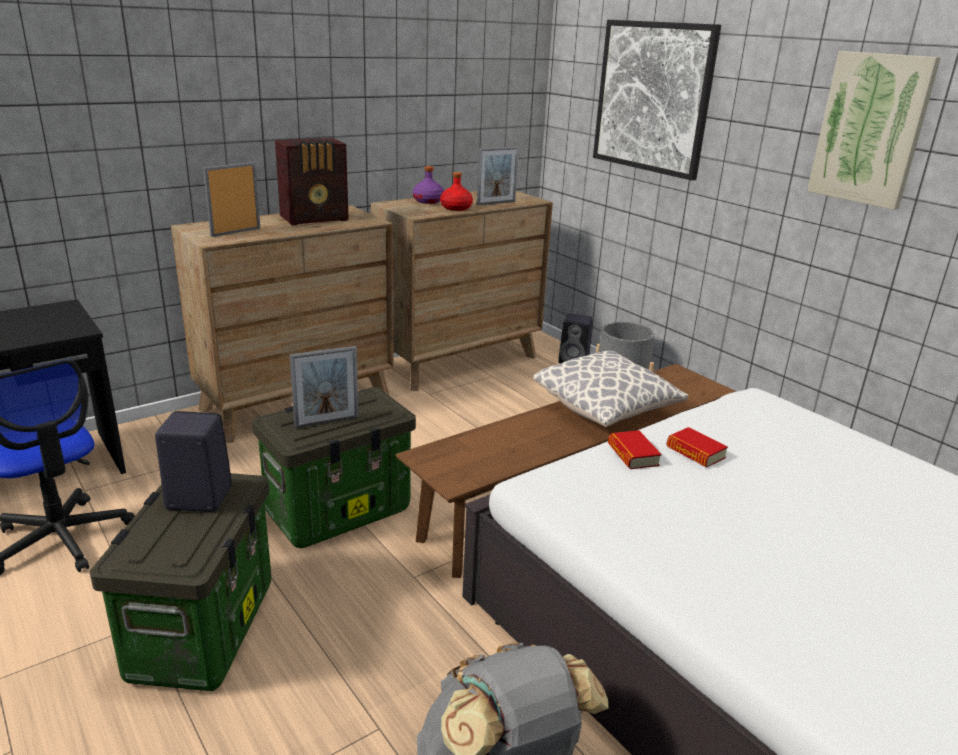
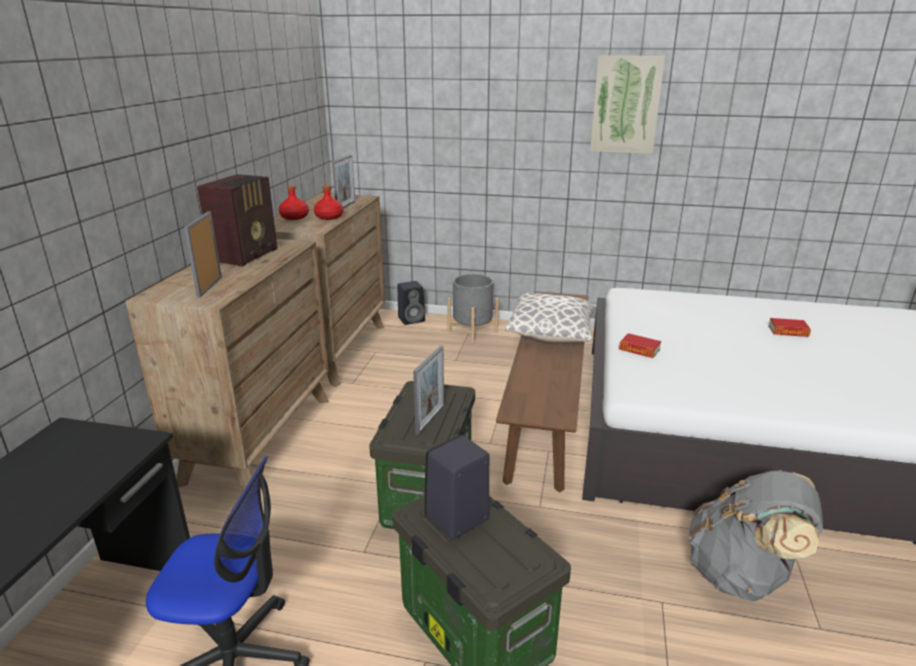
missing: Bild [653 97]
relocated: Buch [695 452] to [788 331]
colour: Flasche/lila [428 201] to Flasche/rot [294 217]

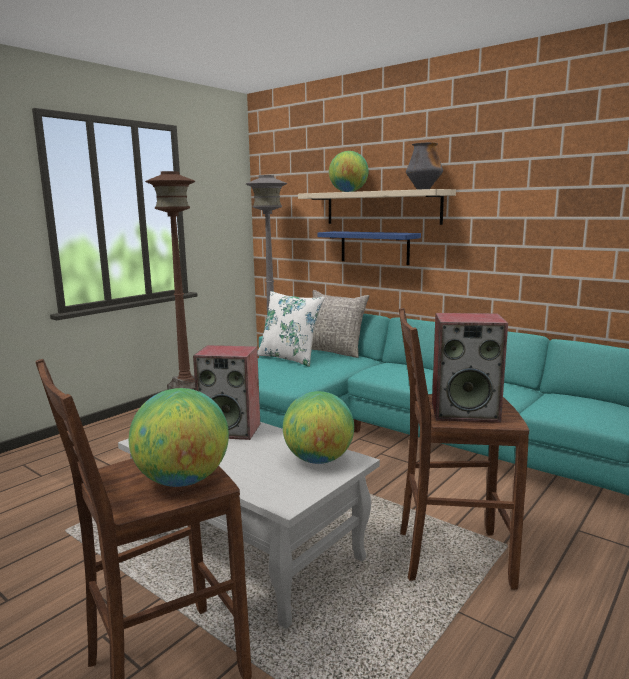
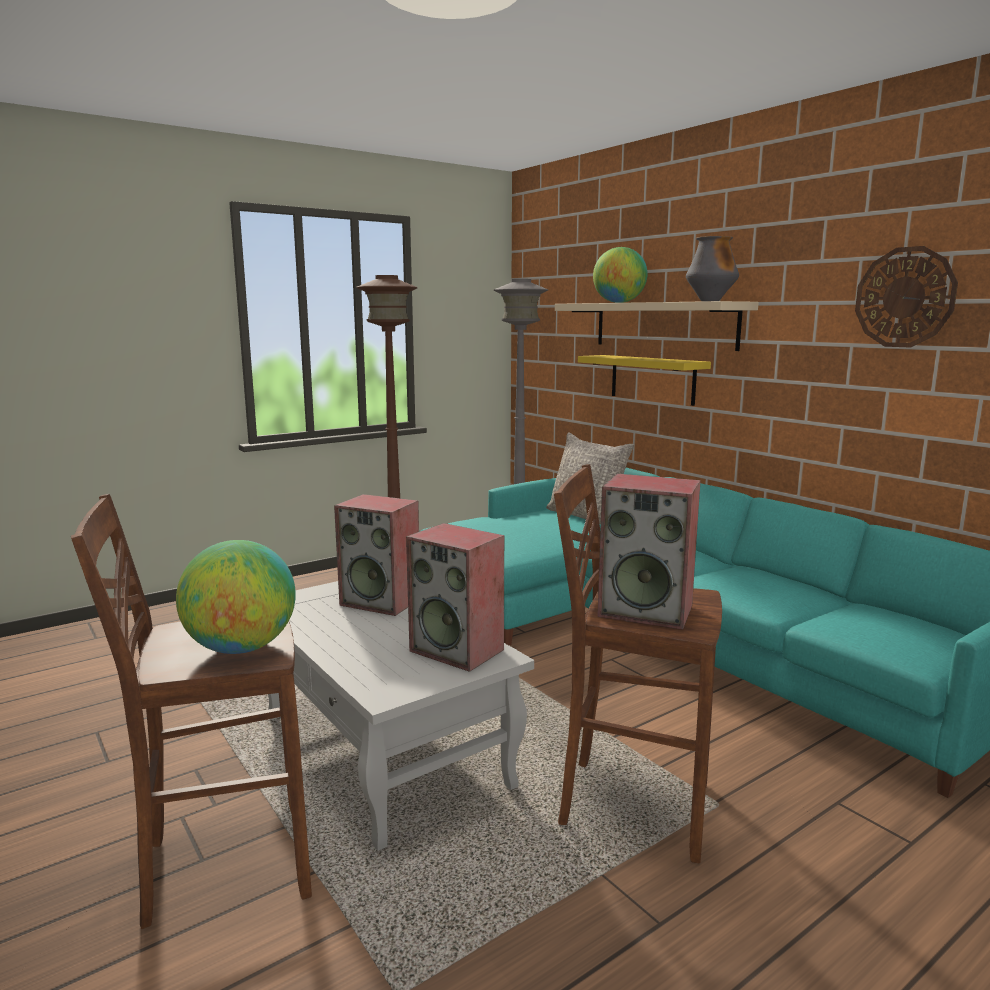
missing: Kissen/weiß [290 358]
appeared: Wanduhr [904 297]
exchanged: Globus [319 460] to Lautsprecher [458 650]
colour: Wandregal/blau [374 247] to Wandregal/gelb [652 379]

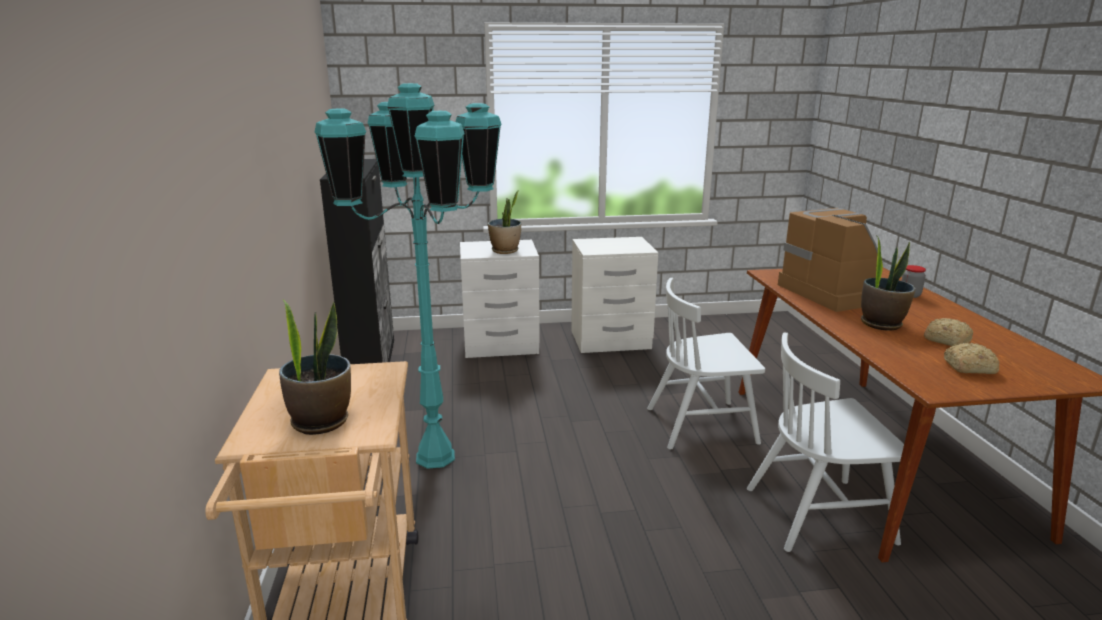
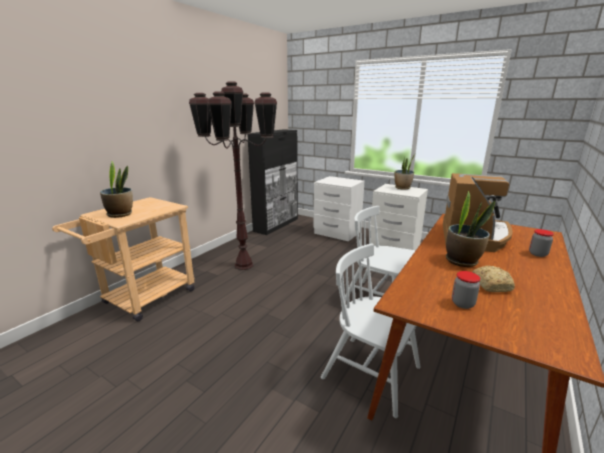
relocated: Topfpflanze [505 251] to [402 188]
exchanged: Brot [967 367] to Vorratsglas [462 304]
colour: Stehlampe/türkis [434 457] to Stehlampe/braun [243 265]

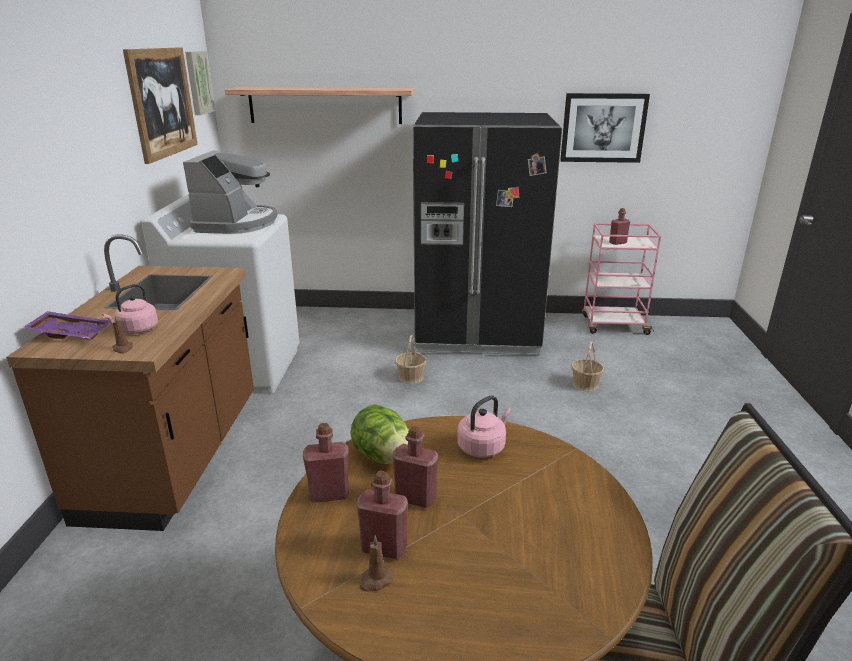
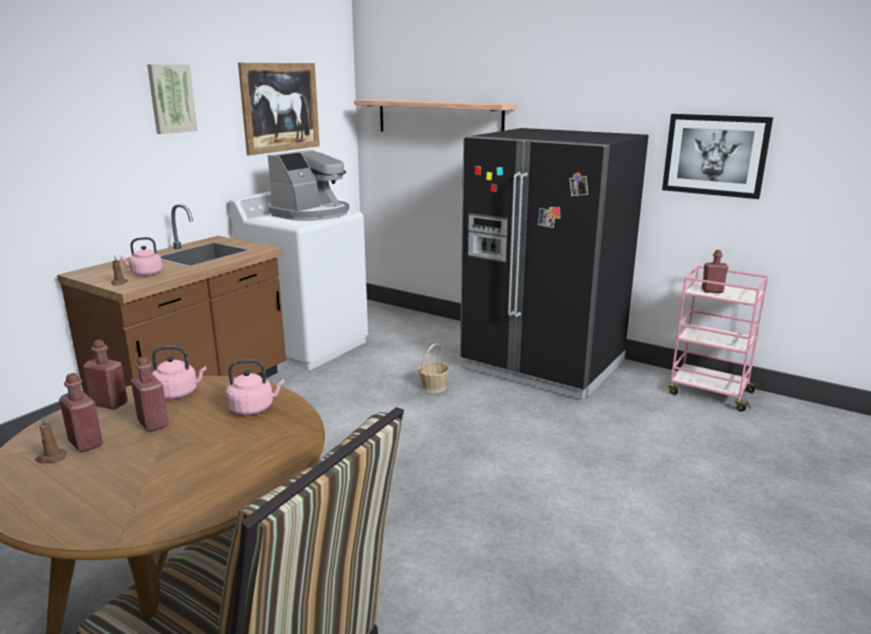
missing: Tablett/lila [71 333]; Korb [585 384]
relocated: Bild [198 82] to [171 98]
exchanged: Salatkopf [383 457] to Wasserkessel/rosa [178 393]

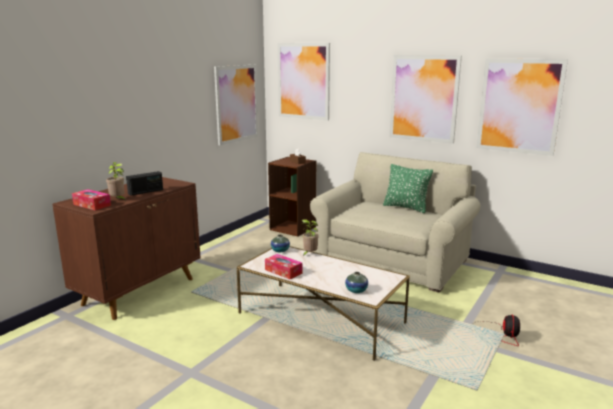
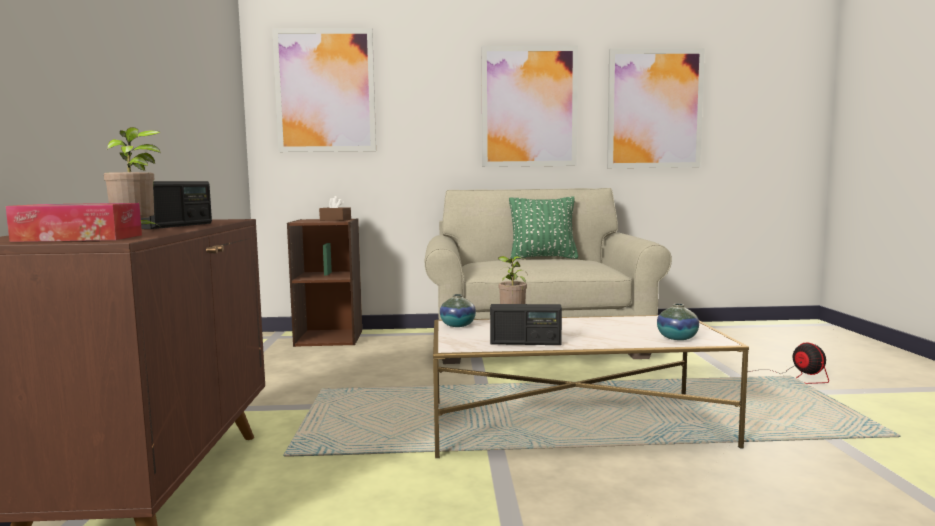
missing: Bild [236 103]
exchanged: Taschentuchbox [283 271] to Radio [525 343]

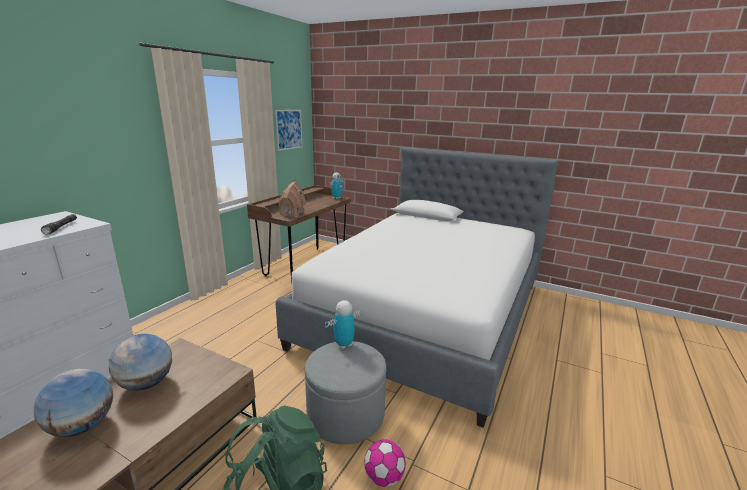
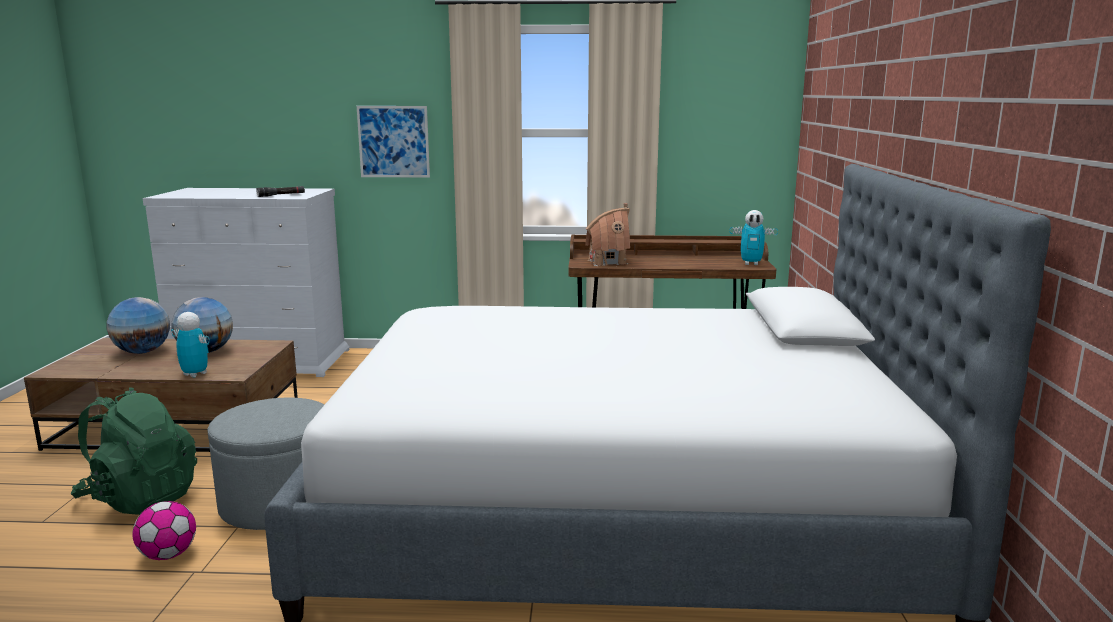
relocated: Bild [289 129] to [393 141]; Spielzeugroboter [344 344] to [195 374]

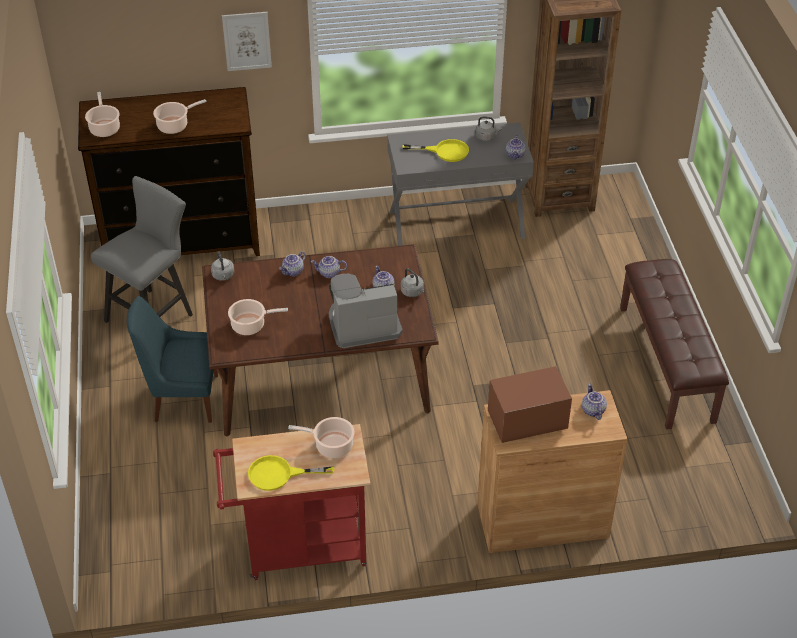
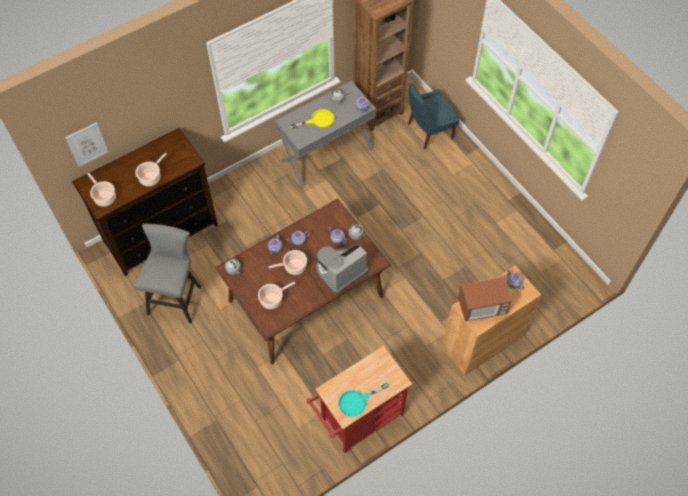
missing: Bank/braun [667 363]
relocated: Stuhl/blau [183 398] to [428 131]; Bild [247 41] to [87 144]; Kochtopf [331 446] to [293 267]
colour: Pfanne/gelb [279 474] to Pfanne/türkis [357 401]
spun: Mikrowelle [527 422] = [482 307] 150 degrees counterclockwise

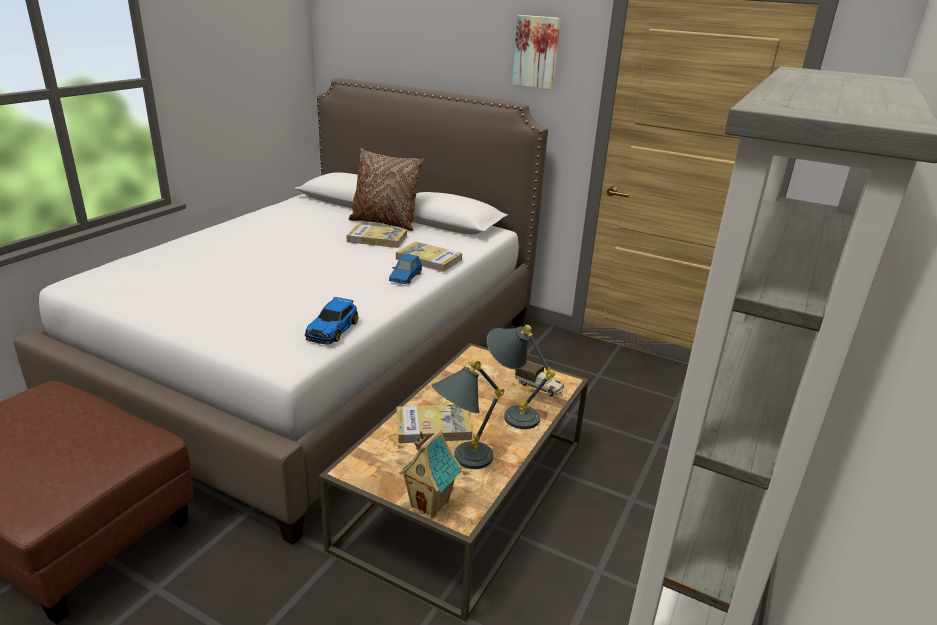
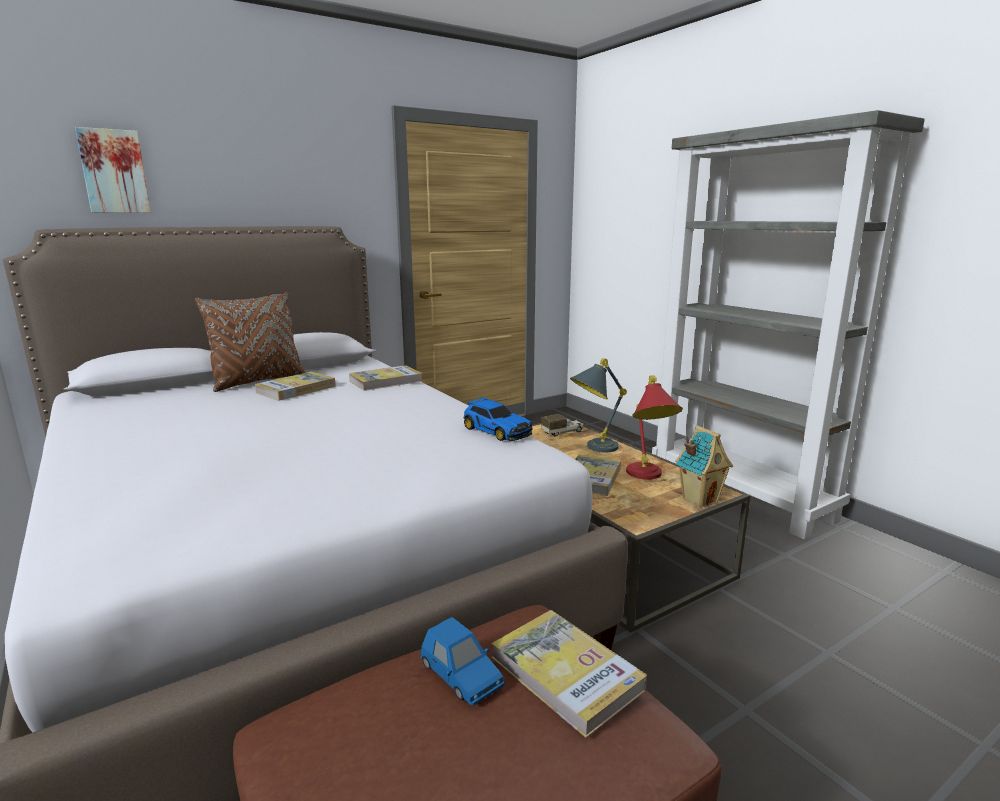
appeared: Buch [566 673]
relocated: Spielzeugauto/blau [405 278] to [460 675]; Bild [537 52] to [114 172]
colour: Tischlampe/grau [461 461] to Tischlampe/rot [648 478]

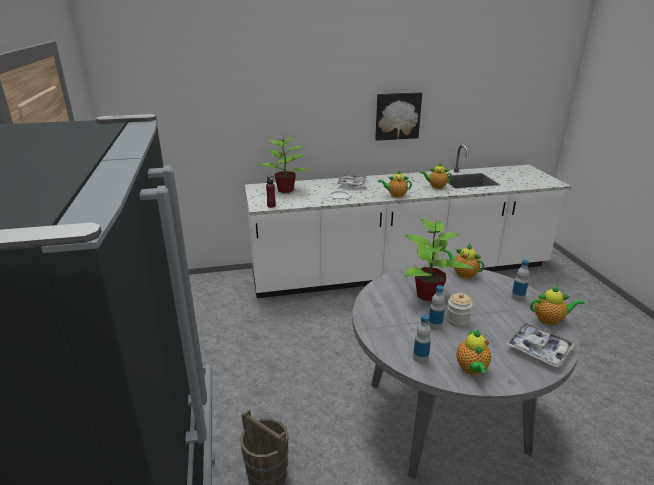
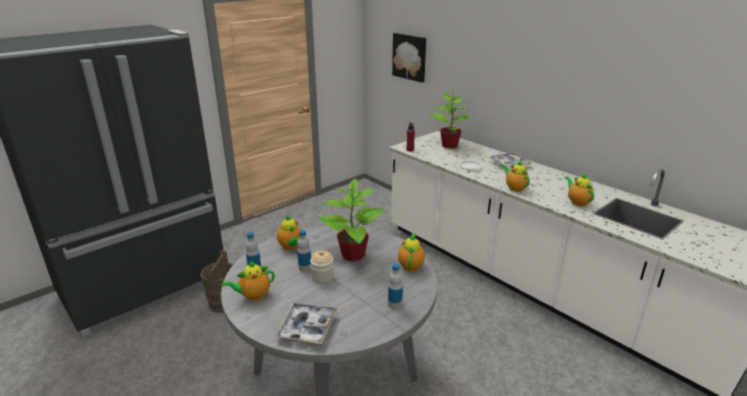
relocated: Bild [397 116] to [410 57]; Teekanne [550 320] to [291 247]

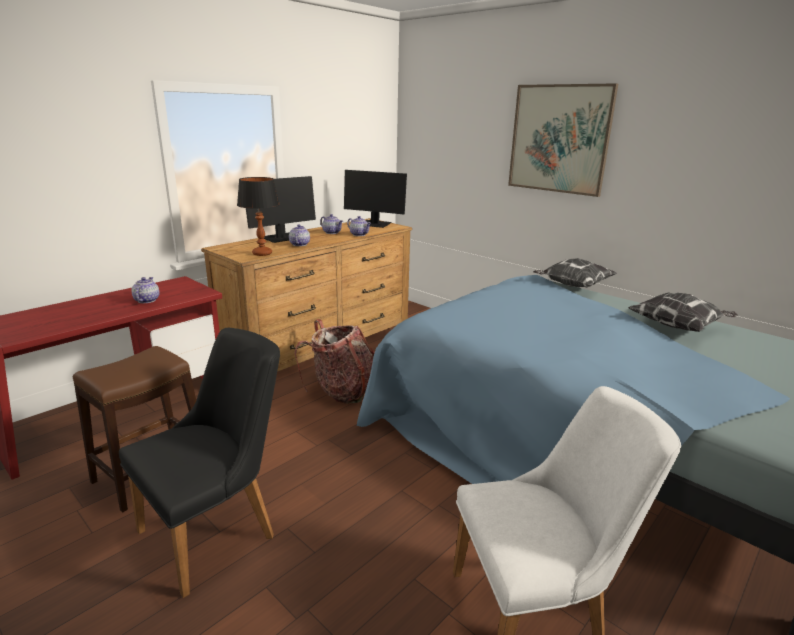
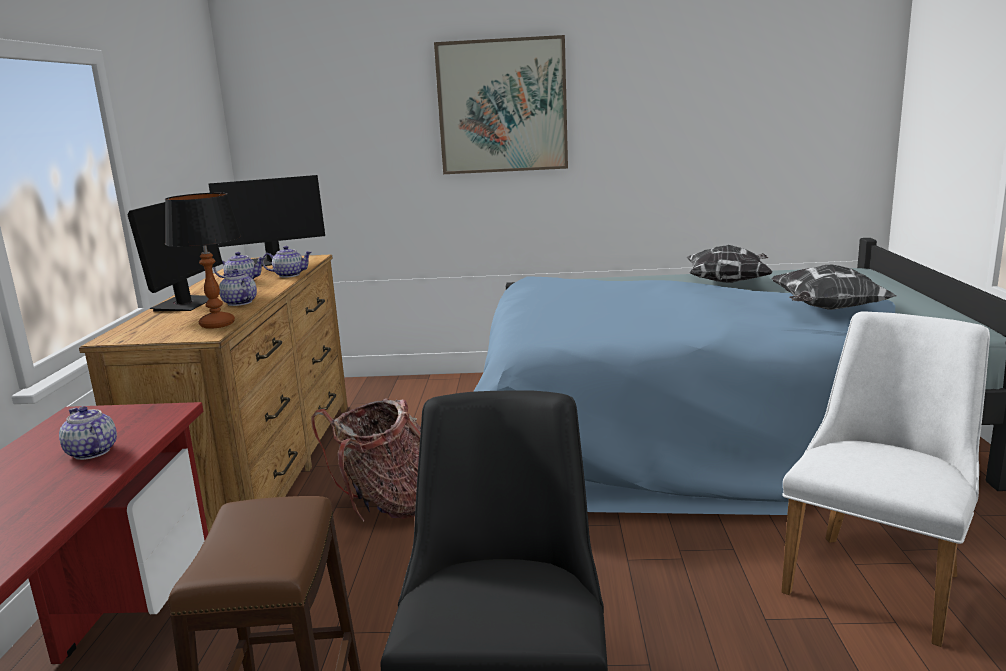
relocated: Kissen [572 286] to [826 309]

